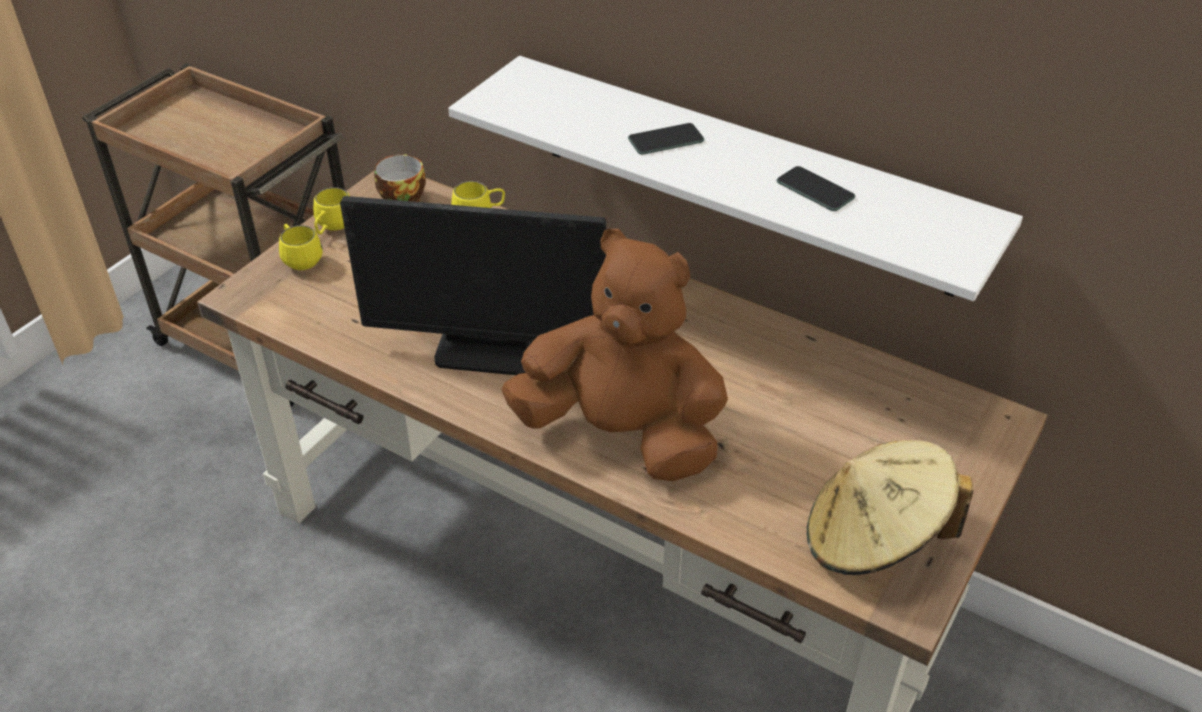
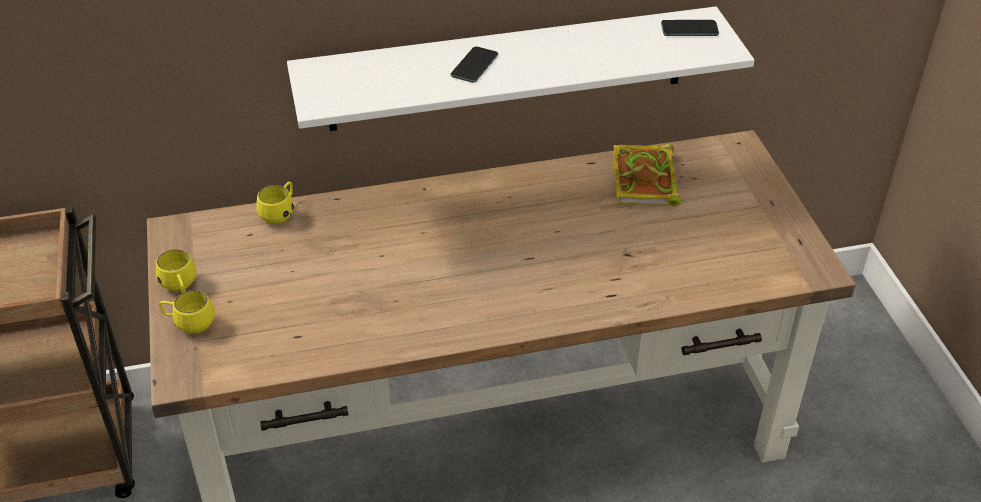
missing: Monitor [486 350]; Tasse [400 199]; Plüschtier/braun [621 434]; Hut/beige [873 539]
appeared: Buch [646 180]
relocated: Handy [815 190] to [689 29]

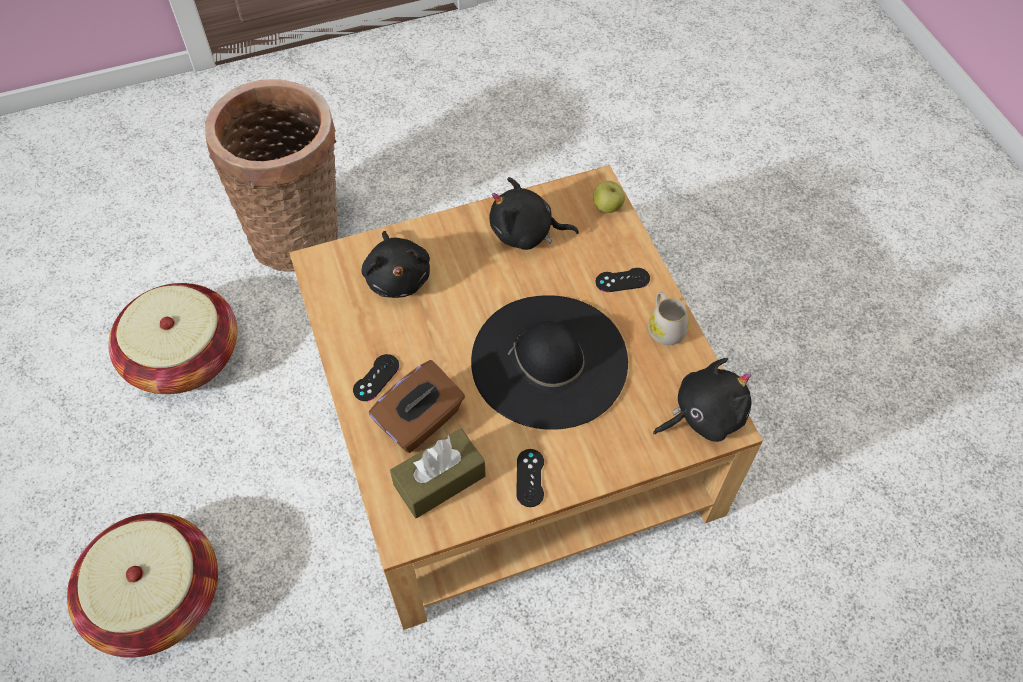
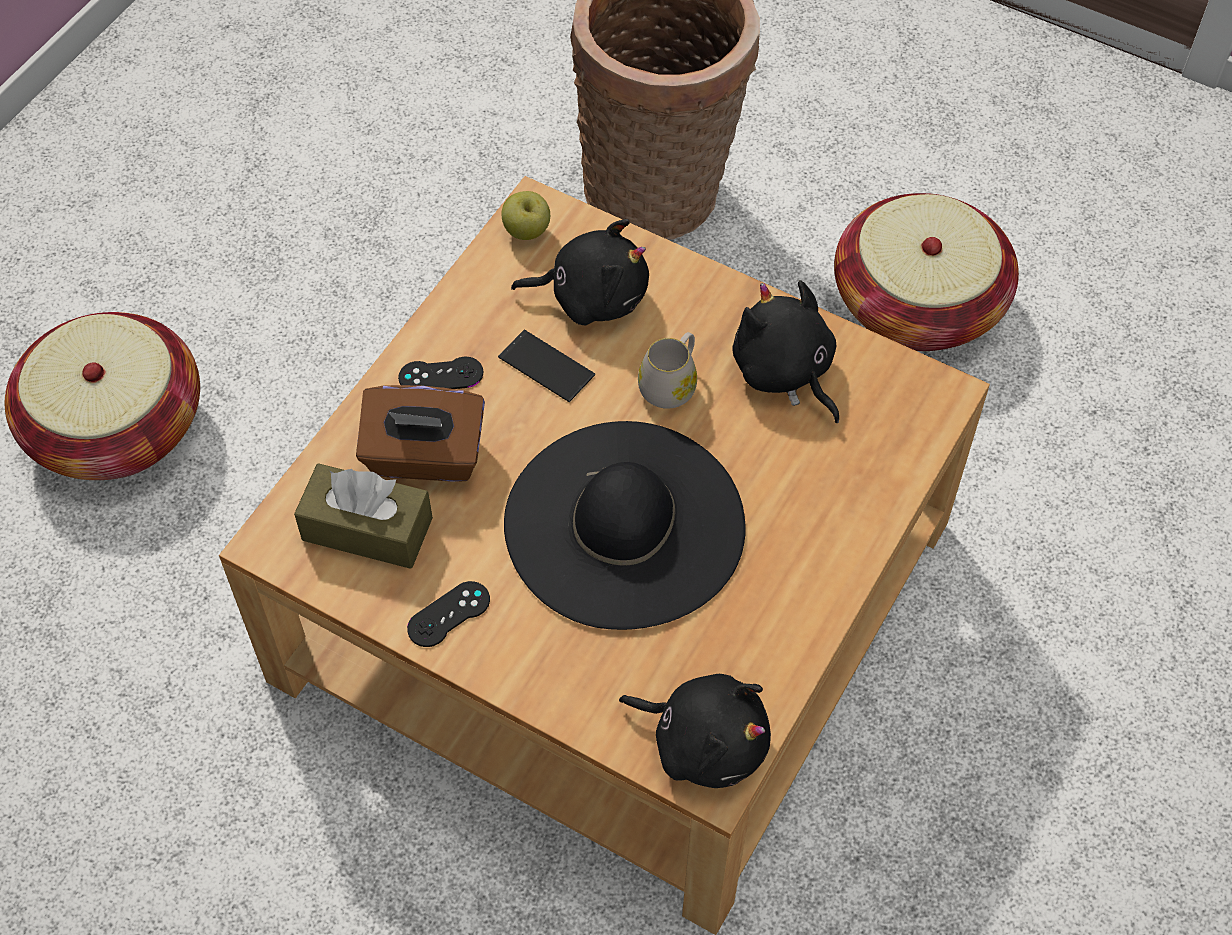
missing: Gamepad/schwarz [622 280]
appeared: Handy [546 366]
relocated: Korb [184 357] to [917 303]; Apfel [607 207] to [527 231]; Henkelbecher/weiß [664 328] to [671 384]
spun: Plüschtier/schwarz [398 277] = [592 296] 120 degrees counterclockwise

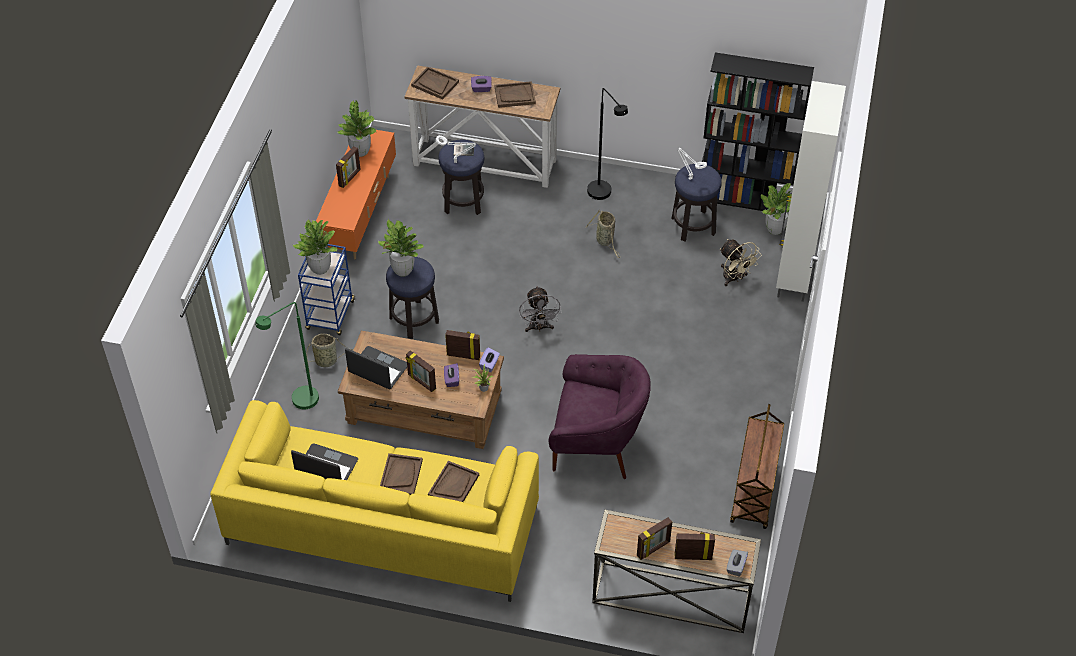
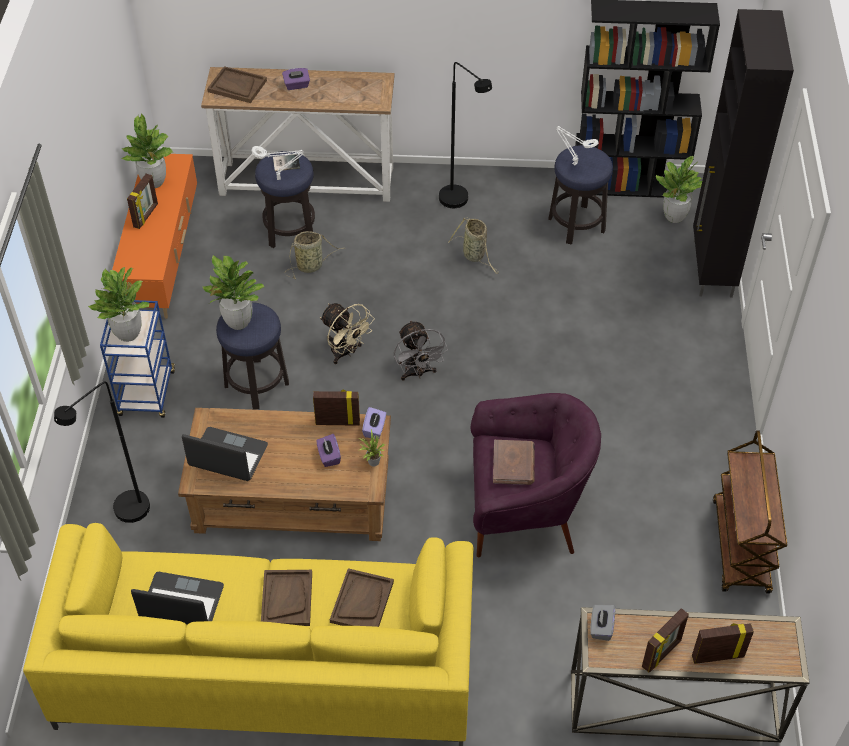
missing: Bilderrahmen [421 382]; Tablett/braun [514 95]
appeared: Buch/braun [513 464]
relocated: Korb [328 361] to [311 265]; Ventilator/beige [734 278] to [346 352]; Taschentuchbox/grau [736 567] to [601 627]
colour: Stehlampe/grün [299 403] to Stehlampe/schwarz [125 515]; Schrank/weiß [793 276] to Schrank/schwarz [712 269]

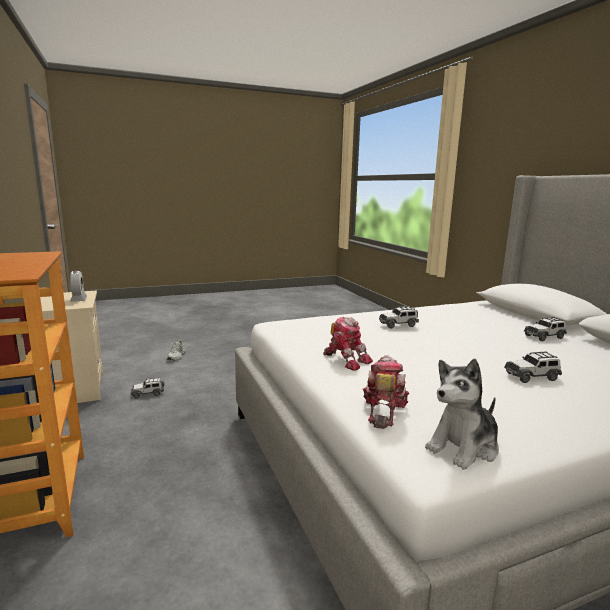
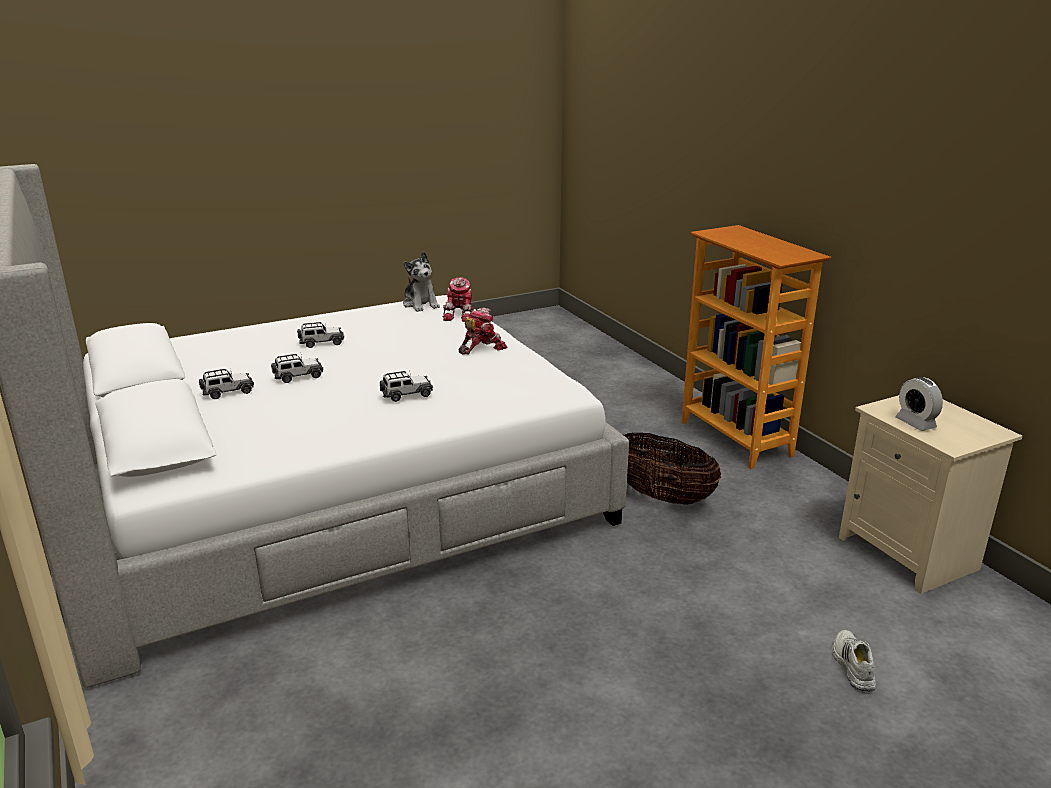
appeared: Korb [661 496]
relocated: Spielzeugauto [148 393] to [298 376]
spun: Spielzeugroboter [346 360] = [481 348] 105 degrees clockwise; Plüschtier [464 447] = [421 304] 105 degrees clockwise

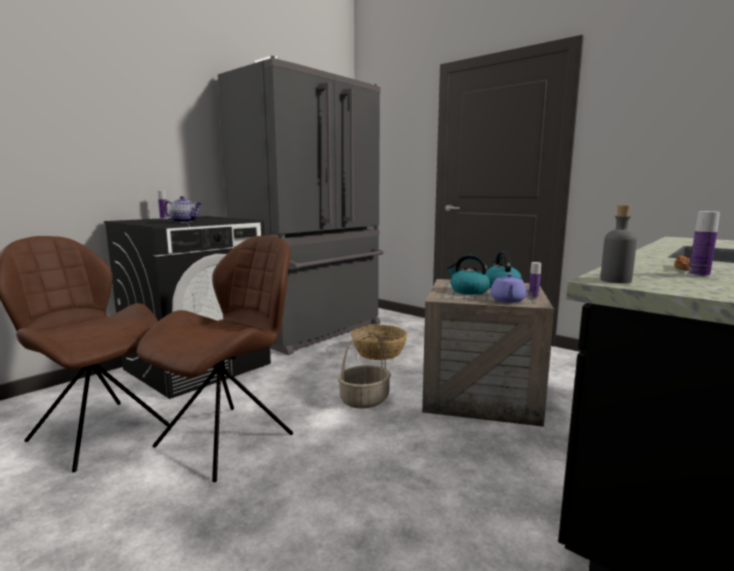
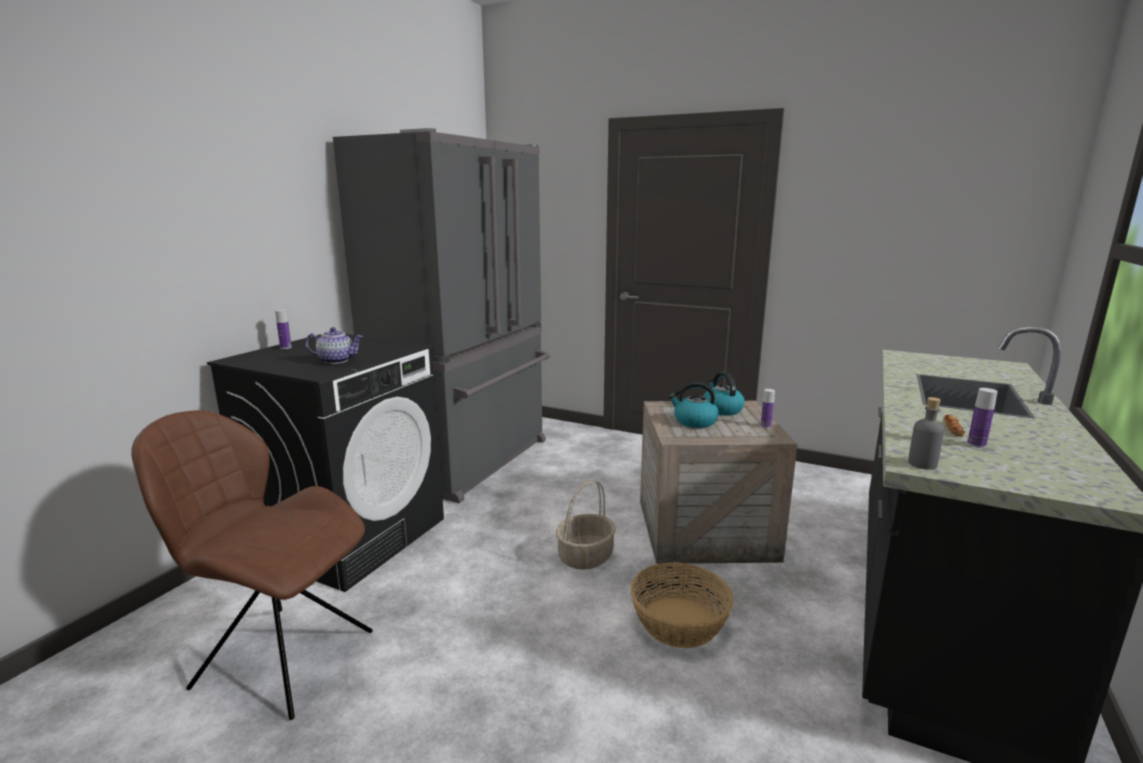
missing: Stuhl/braun [229 438]; Teekanne/lila [507 300]
relocated: Korb [379 352] to [680 622]

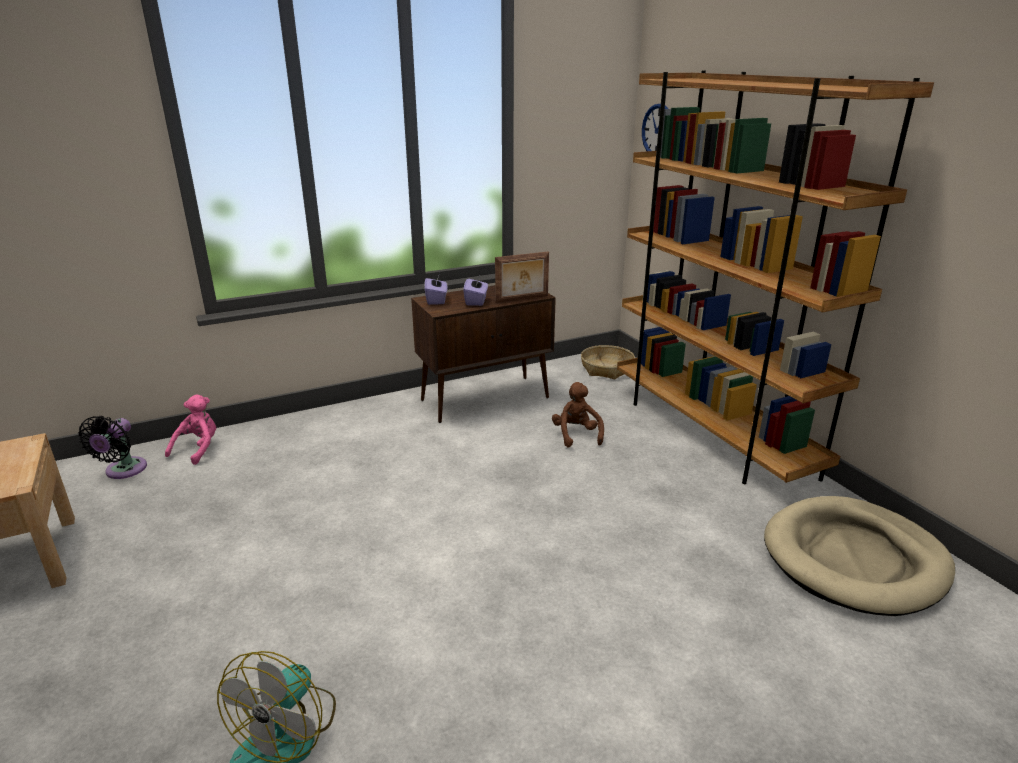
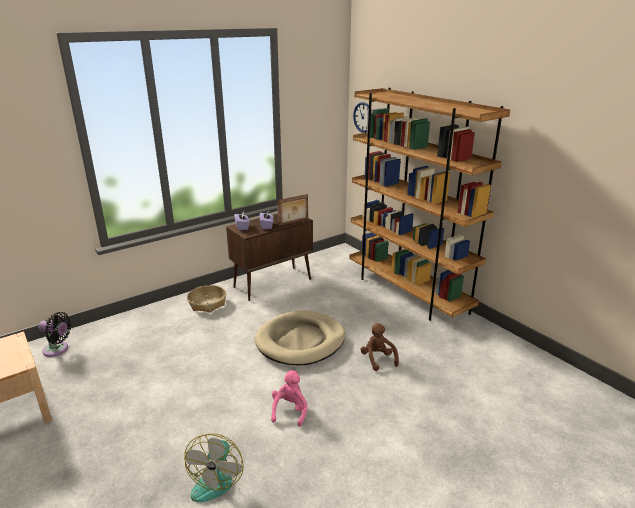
relocated: Plüschtier/rosa [198 449] to [290 411]; Plüschtier/braun [576 435] to [378 359]; Korb [607 369] to [207 303]; Hundebett/beige [854 559] to [300 341]
spun: Ventilator/schwarz [123 471] = [58 350] 75 degrees counterclockwise

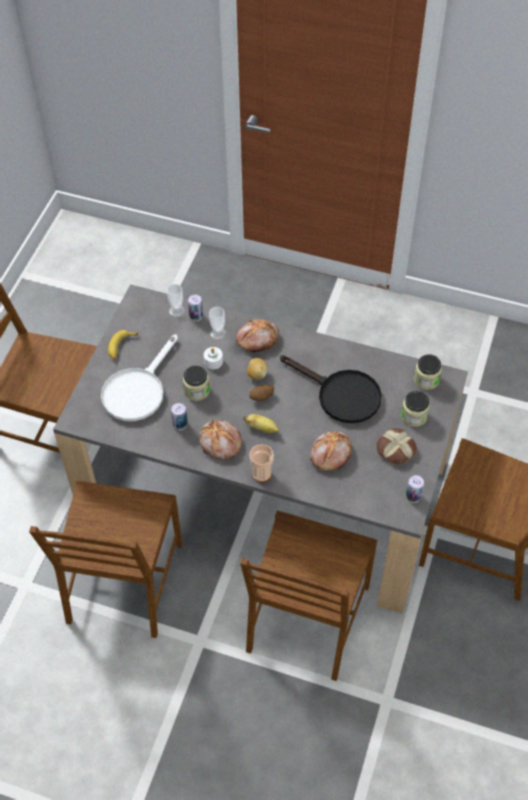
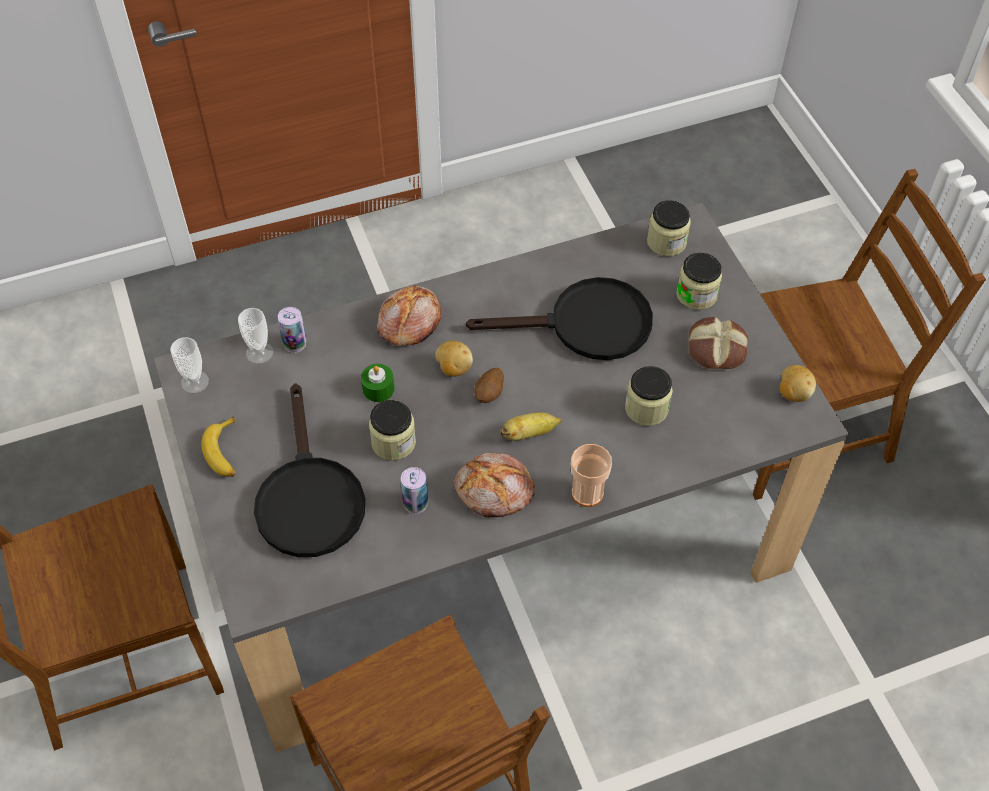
missing: Stuhl/braun [307 619]
relocated: Tasse [218 333] to [195 382]
exchanged: Brot [330 454] to Vorratsglas [646 408]; Dose [413 496] to Kartoffel [793 392]
colour: Pfanne/weiß [137 390] to Pfanne/schwarz [308 496]; Kerze/weiß [213 361] to Kerze/grün [378 389]

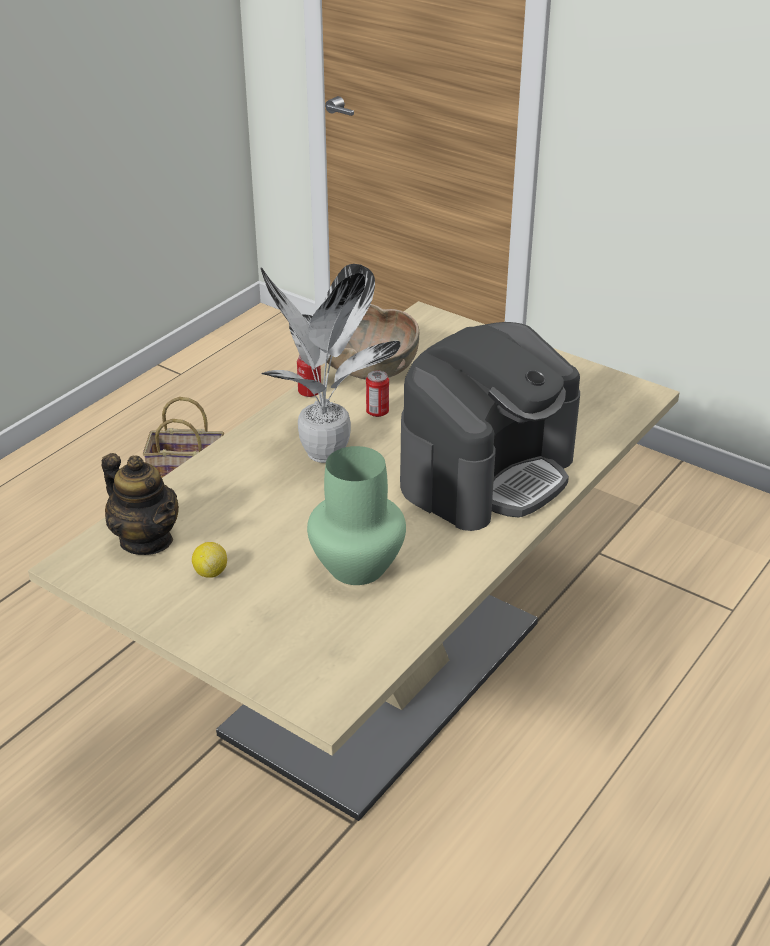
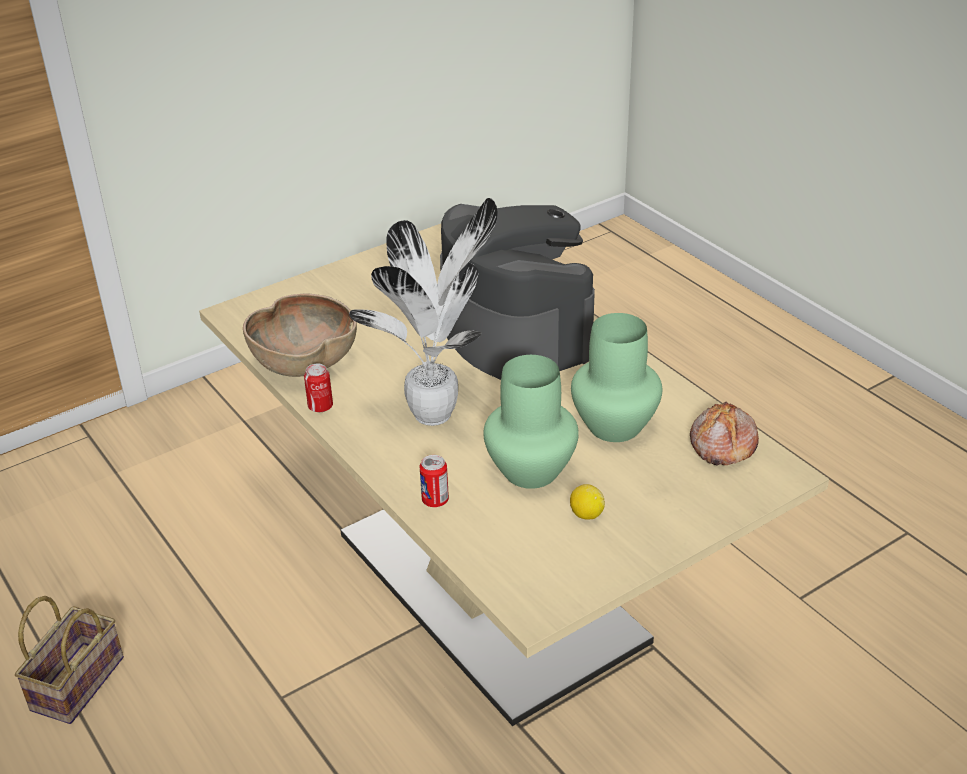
missing: Teekanne [146 540]
appeared: Vase/grün [529 471]; Brot [721 445]
relocated: Dose [377 412] to [435 500]

